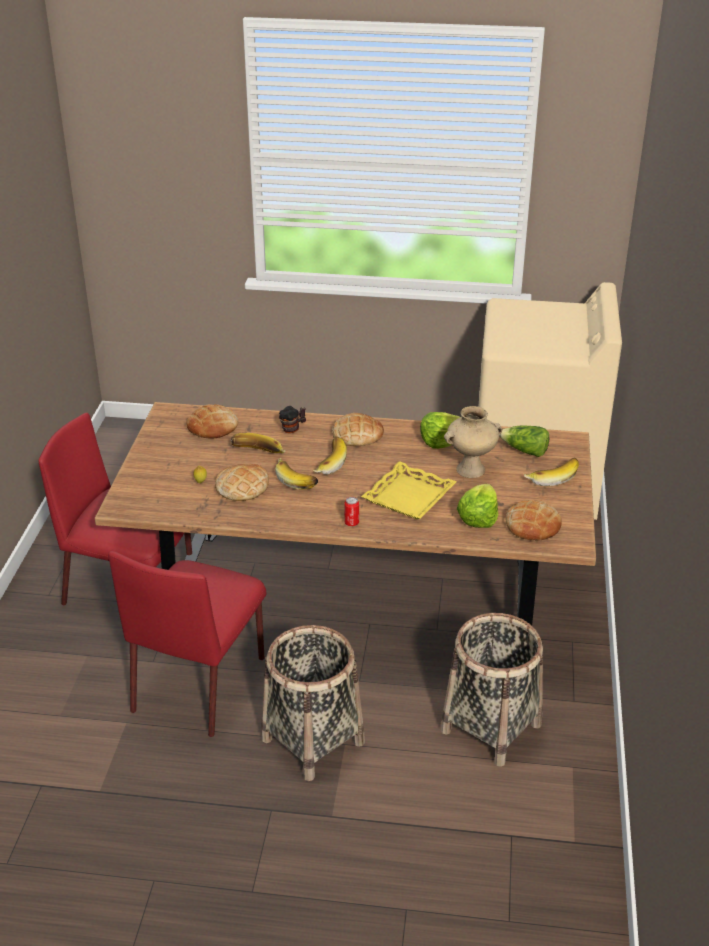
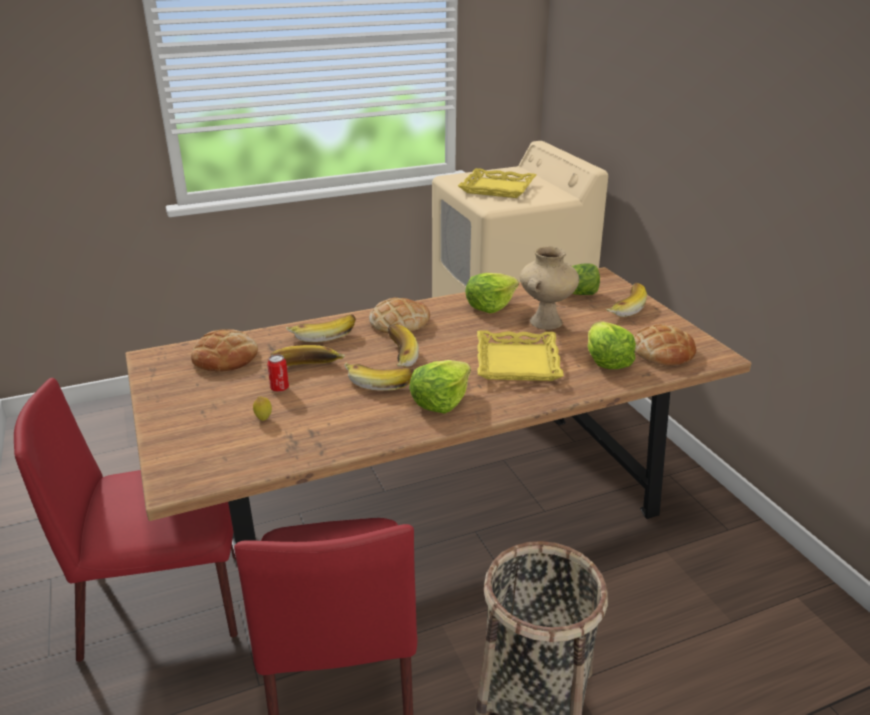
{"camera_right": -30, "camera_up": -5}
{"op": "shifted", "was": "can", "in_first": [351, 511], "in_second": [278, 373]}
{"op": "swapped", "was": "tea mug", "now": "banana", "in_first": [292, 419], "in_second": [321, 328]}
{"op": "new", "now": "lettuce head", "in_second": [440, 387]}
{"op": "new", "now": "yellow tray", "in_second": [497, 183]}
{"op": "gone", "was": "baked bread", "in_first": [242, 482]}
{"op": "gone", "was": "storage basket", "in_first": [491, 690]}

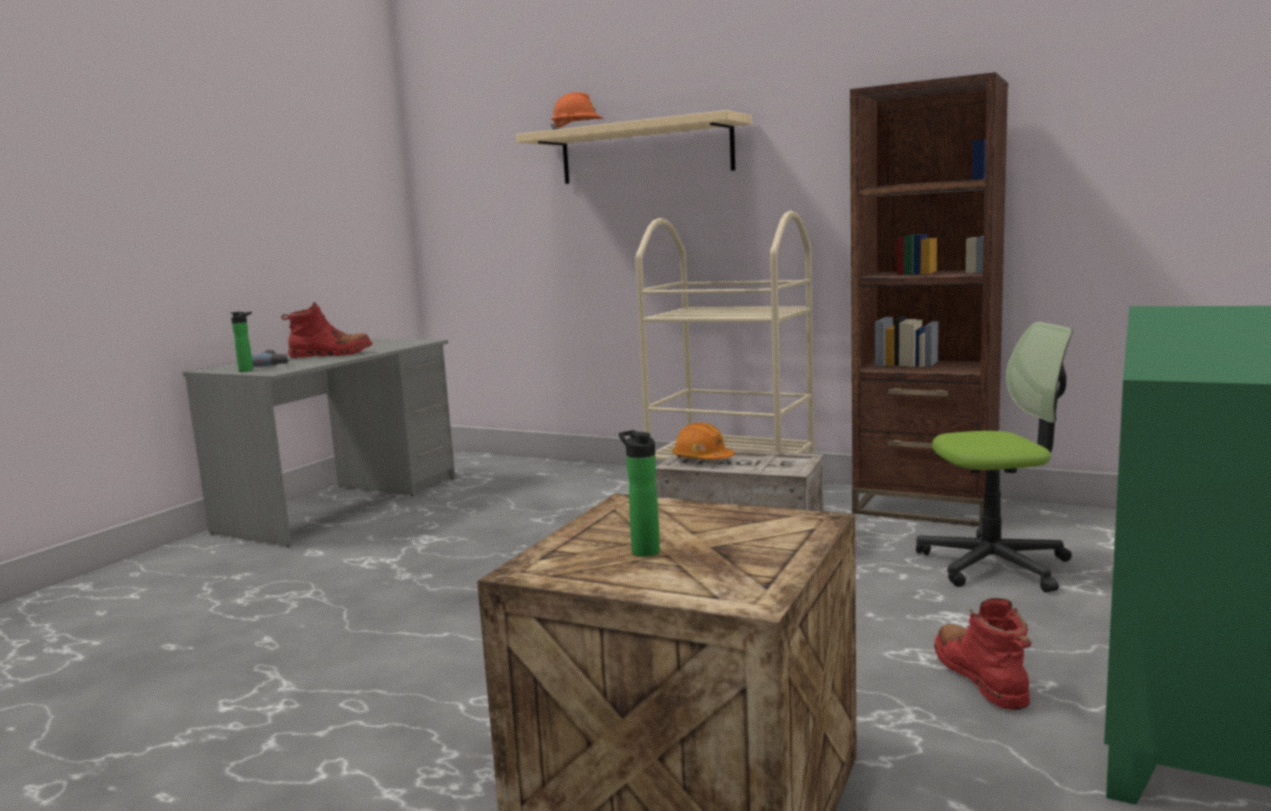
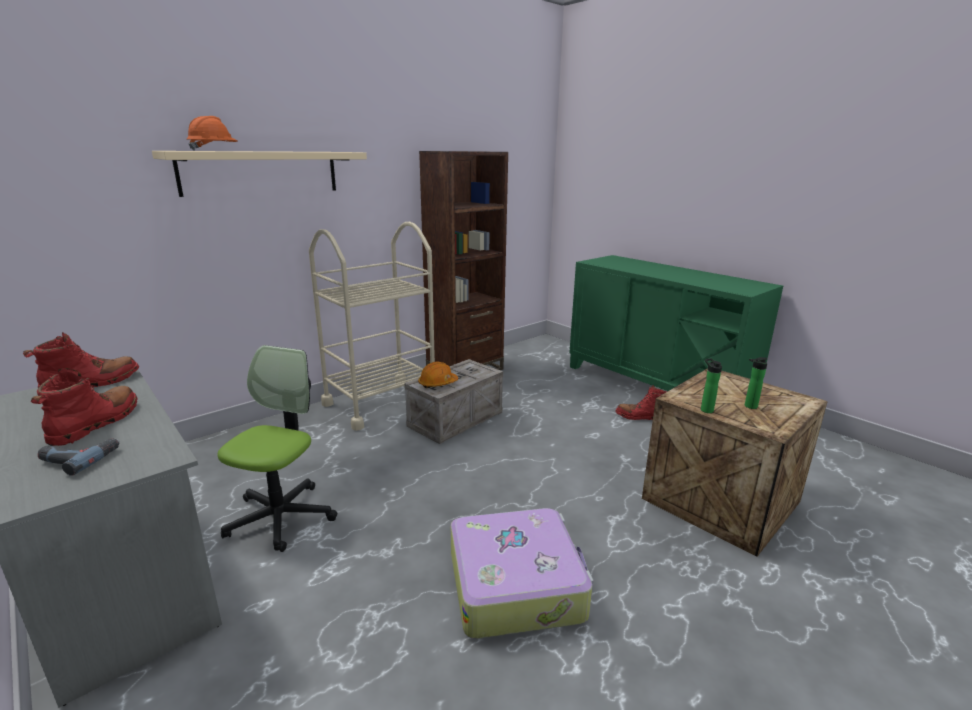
{"camera_right": -70, "camera_up": 10}
{"op": "new", "now": "reddish high-top boot", "in_second": [81, 360]}
{"op": "shifted", "was": "computer chair", "in_first": [994, 457], "in_second": [277, 448]}
{"op": "new", "now": "piece of luggage", "in_second": [522, 573]}
{"op": "shifted", "was": "bottle", "in_first": [242, 342], "in_second": [711, 385]}

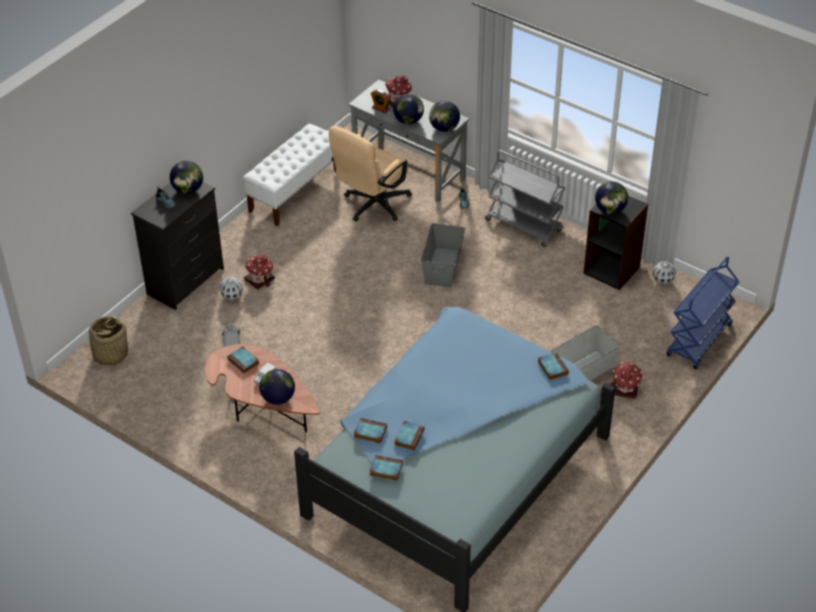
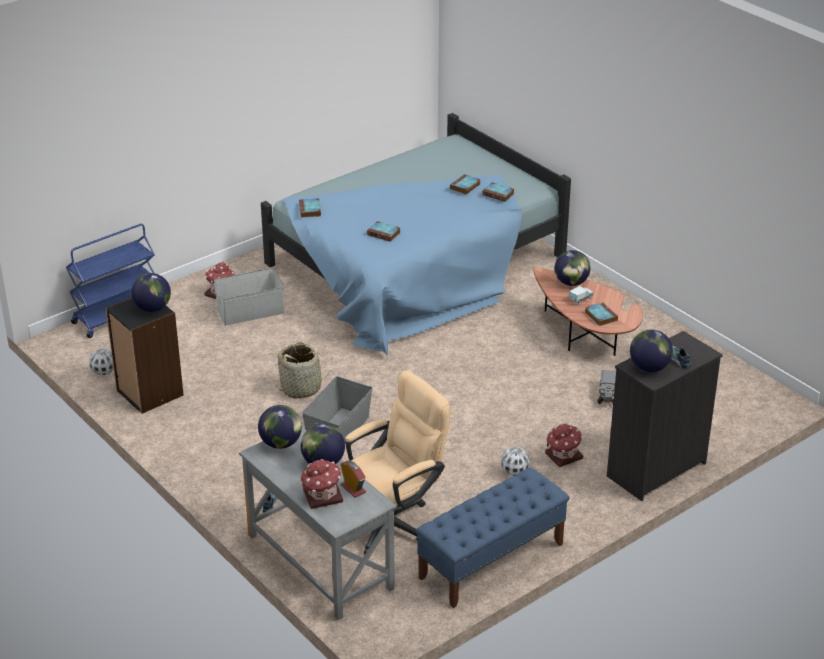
{"camera_right": -165, "camera_up": -10}
{"op": "shifted", "was": "storage basket", "in_first": [105, 340], "in_second": [303, 370]}
{"op": "shifted", "was": "bound book", "in_first": [386, 468], "in_second": [383, 231]}
{"op": "repainted", "was": "whitish indoor bench", "now": "bluish indoor bench", "in_first": [289, 175], "in_second": [492, 537]}
{"op": "shifted", "was": "football", "in_first": [231, 288], "in_second": [515, 461]}
{"op": "gone", "was": "grey wheeled cart", "in_first": [525, 198]}

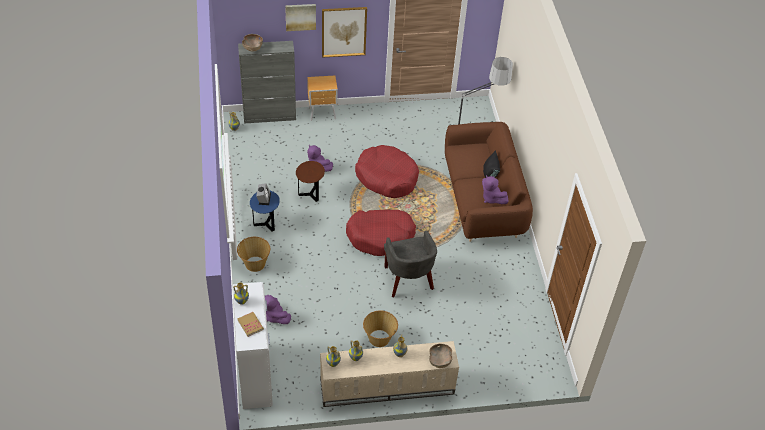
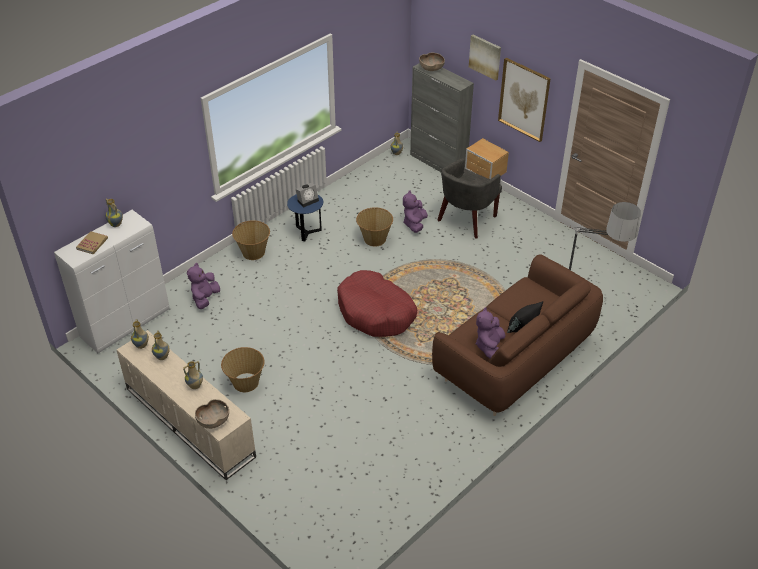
{"camera_right": 55, "camera_up": -5}
{"op": "swapped", "was": "brown-coloured accent table", "now": "storage basket", "in_first": [310, 181], "in_second": [374, 226]}
{"op": "shifted", "was": "grey lounge chair", "in_first": [410, 264], "in_second": [469, 198]}
{"op": "gone", "was": "reddish pet bed", "in_first": [387, 171]}

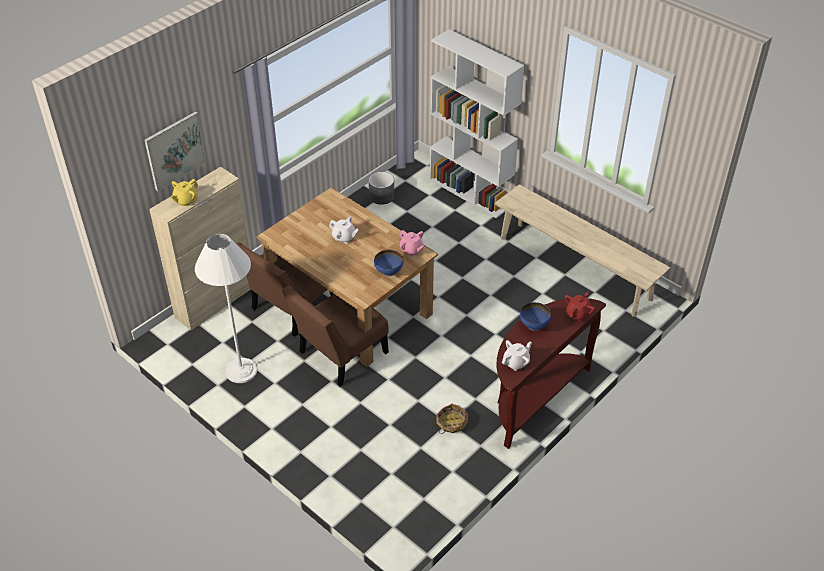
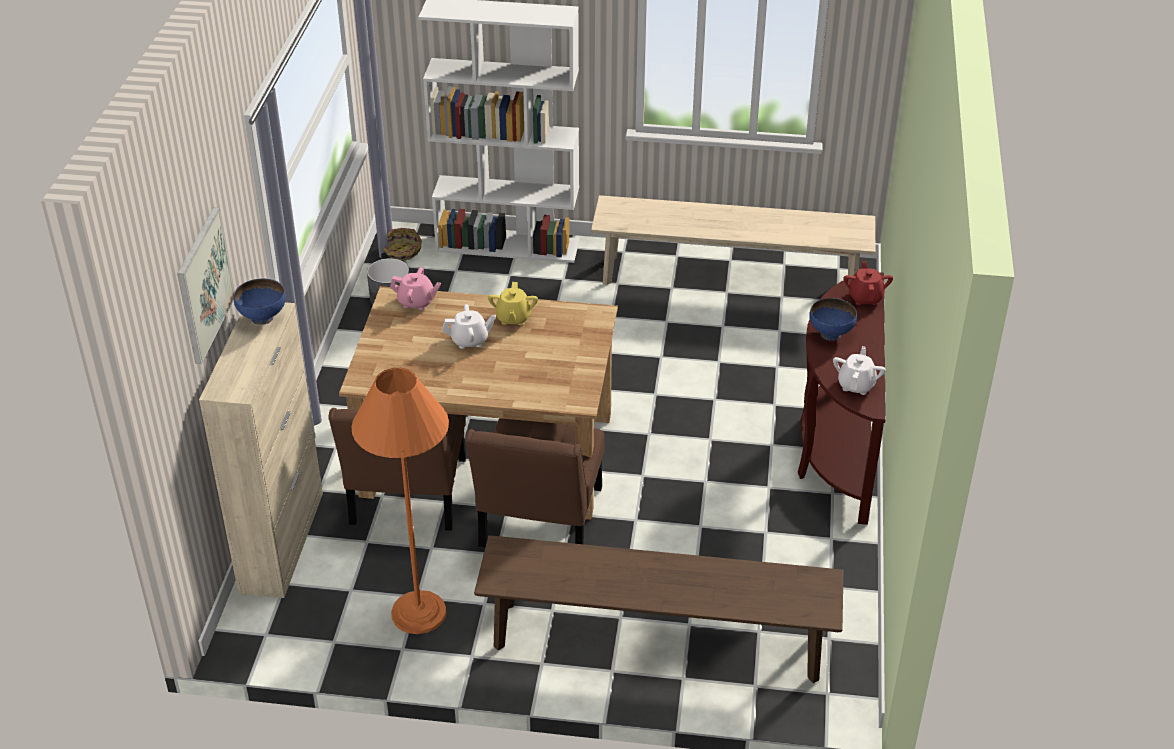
{"camera_right": -35, "camera_up": -5}
{"op": "shifted", "was": "bluish deep dish", "in_first": [388, 263], "in_second": [259, 302]}
{"op": "repainted", "was": "whitish standard lamp", "now": "orange standard lamp", "in_first": [226, 308], "in_second": [400, 501]}
{"op": "shifted", "was": "storage basket", "in_first": [452, 419], "in_second": [402, 244]}
{"op": "shifted", "was": "pinkish teapot", "in_first": [412, 243], "in_second": [415, 288]}
{"op": "new", "now": "brown-coloured indoor bench", "in_second": [659, 609]}
{"op": "shifted", "was": "yellow teapot", "in_first": [184, 193], "in_second": [513, 303]}

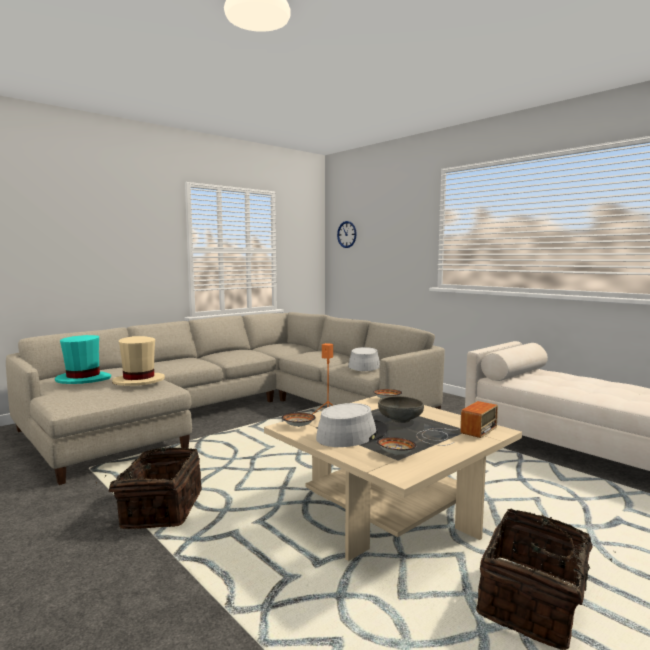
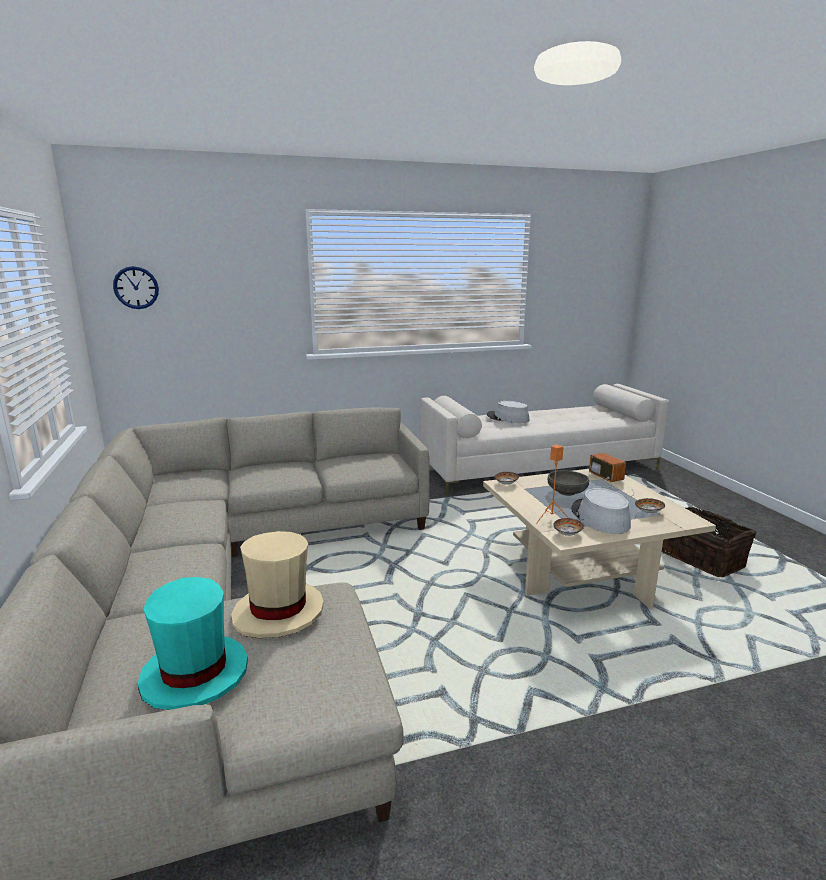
{"camera_right": -65, "camera_up": 10}
{"op": "shifted", "was": "grey hat", "in_first": [364, 359], "in_second": [508, 412]}
{"op": "gone", "was": "storage basket", "in_first": [149, 488]}

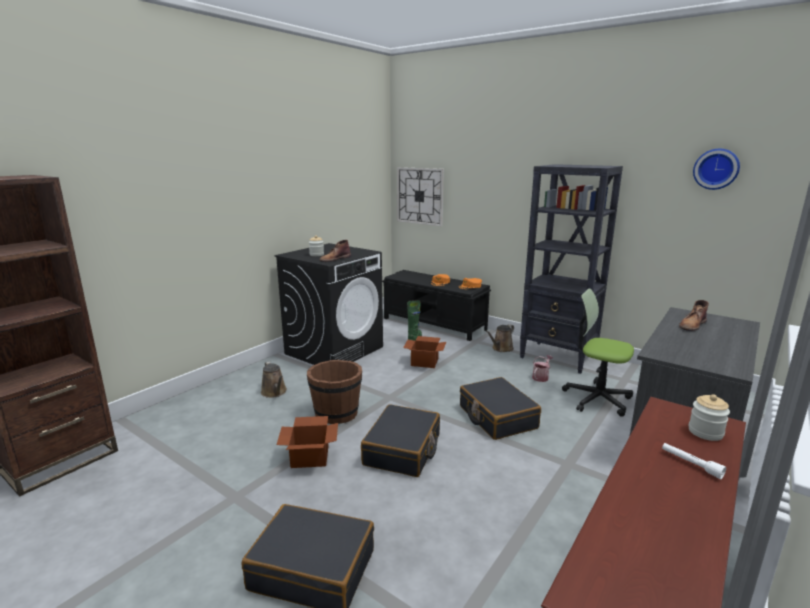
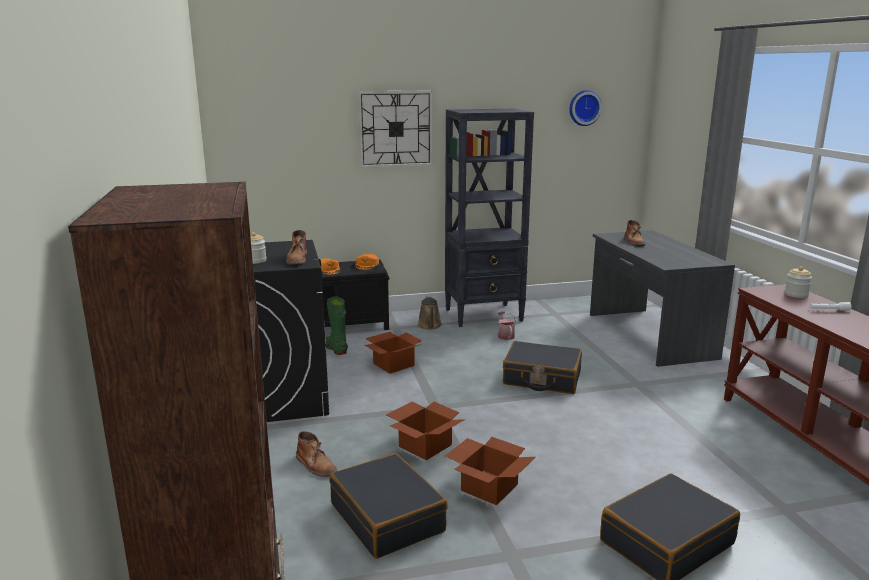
{"camera_right": -50, "camera_up": 0}
{"op": "swapped", "was": "brown-coloured watering can", "now": "brown-coloured high-top boot", "in_first": [274, 379], "in_second": [316, 454]}
{"op": "shifted", "was": "black-coloured piece of luggage", "in_first": [400, 440], "in_second": [388, 506]}
{"op": "shifted", "was": "wall clock", "in_first": [420, 196], "in_second": [395, 129]}
{"op": "swapped", "was": "brown-coloured bucket", "now": "carton", "in_first": [334, 392], "in_second": [425, 431]}
{"op": "gone", "was": "computer chair", "in_first": [598, 352]}

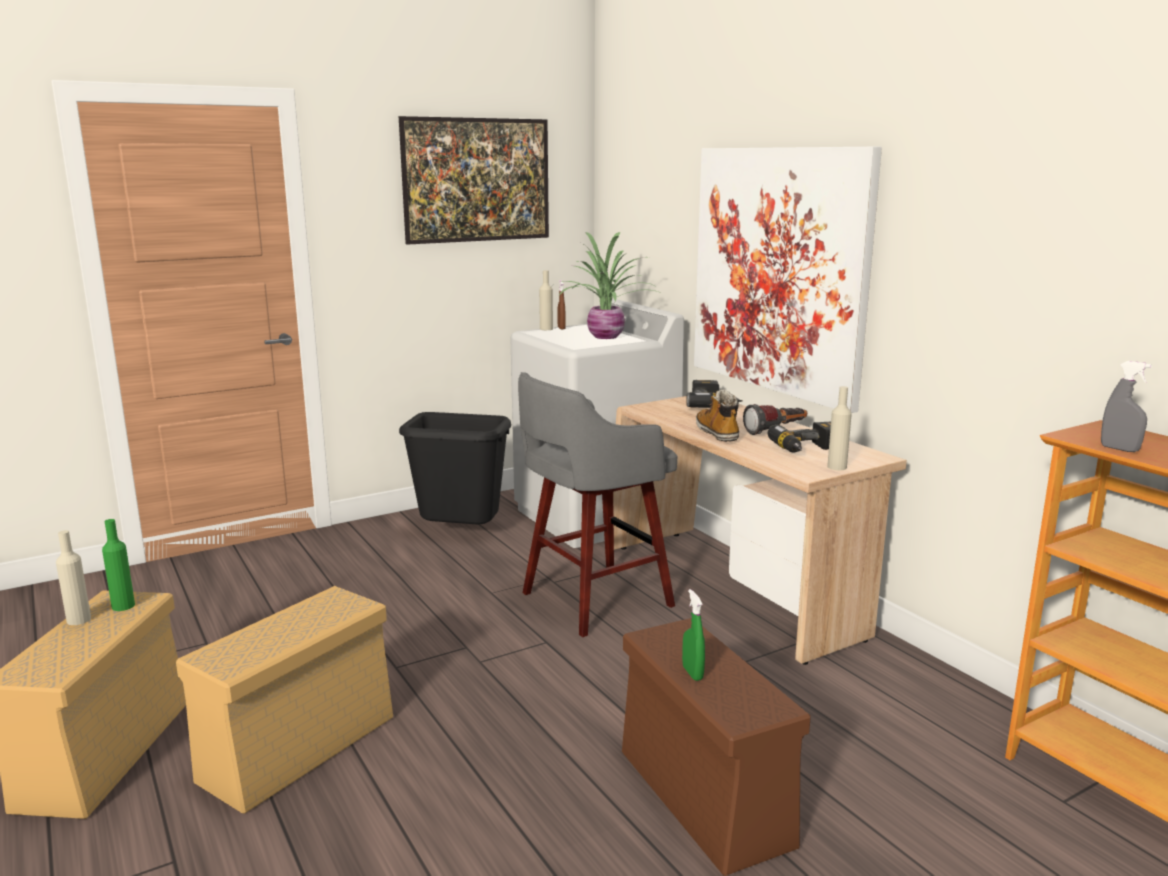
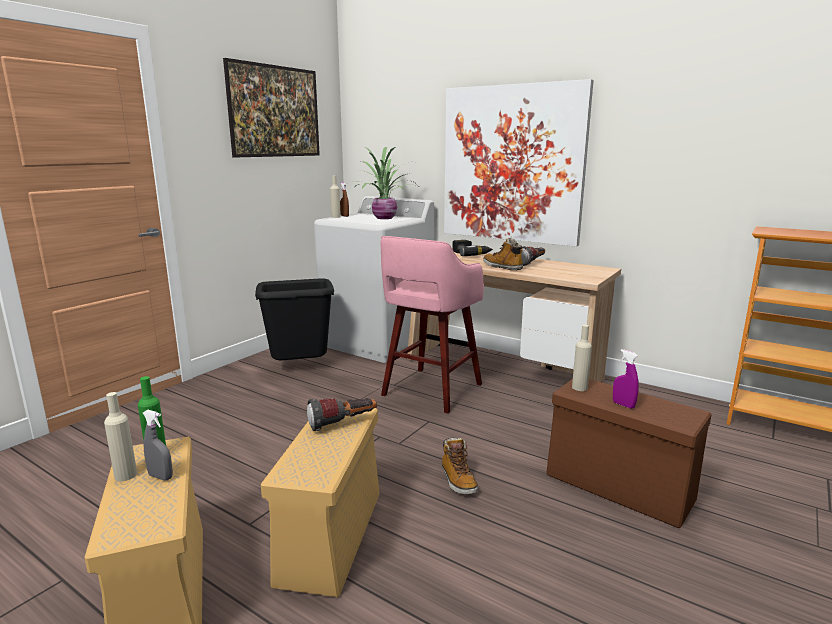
{"camera_right": -25, "camera_up": 0}
{"op": "shifted", "was": "grey spray bottle", "in_first": [1126, 406], "in_second": [158, 445]}
{"op": "new", "now": "flashlight", "in_second": [342, 414]}
{"op": "repainted", "was": "grey sitting stool", "now": "pinkish sitting stool", "in_first": [597, 504], "in_second": [432, 325]}
{"op": "new", "now": "high-top boot", "in_second": [460, 465]}
{"op": "shifted", "was": "sand-coloured bottle", "in_first": [839, 428], "in_second": [582, 358]}
{"op": "repainted", "was": "green spray bottle", "now": "purple-coloured spray bottle", "in_first": [693, 635], "in_second": [626, 379]}
{"op": "gone", "was": "power drill", "in_first": [799, 437]}

